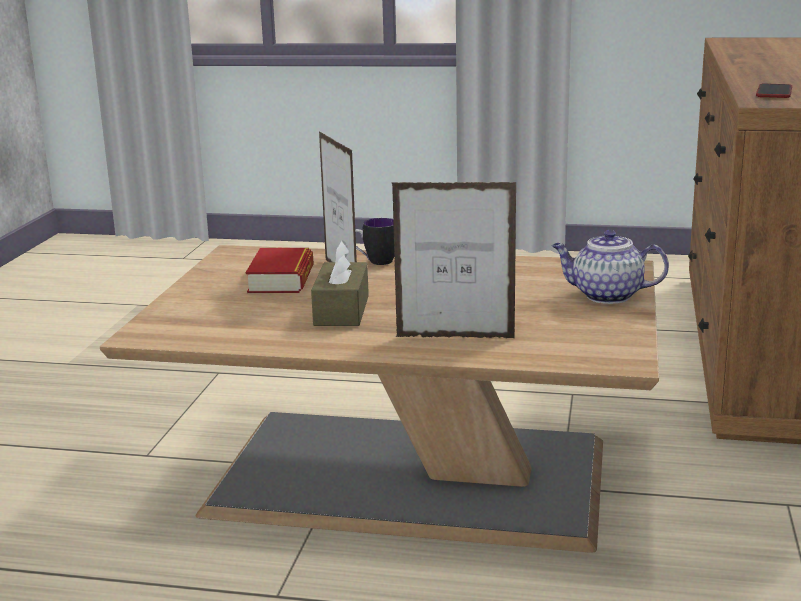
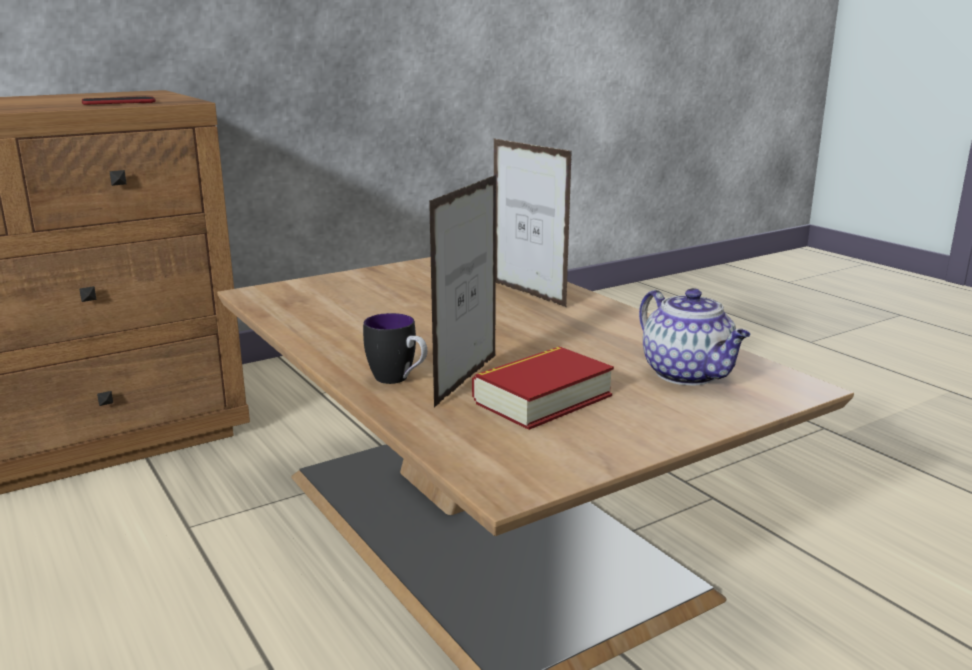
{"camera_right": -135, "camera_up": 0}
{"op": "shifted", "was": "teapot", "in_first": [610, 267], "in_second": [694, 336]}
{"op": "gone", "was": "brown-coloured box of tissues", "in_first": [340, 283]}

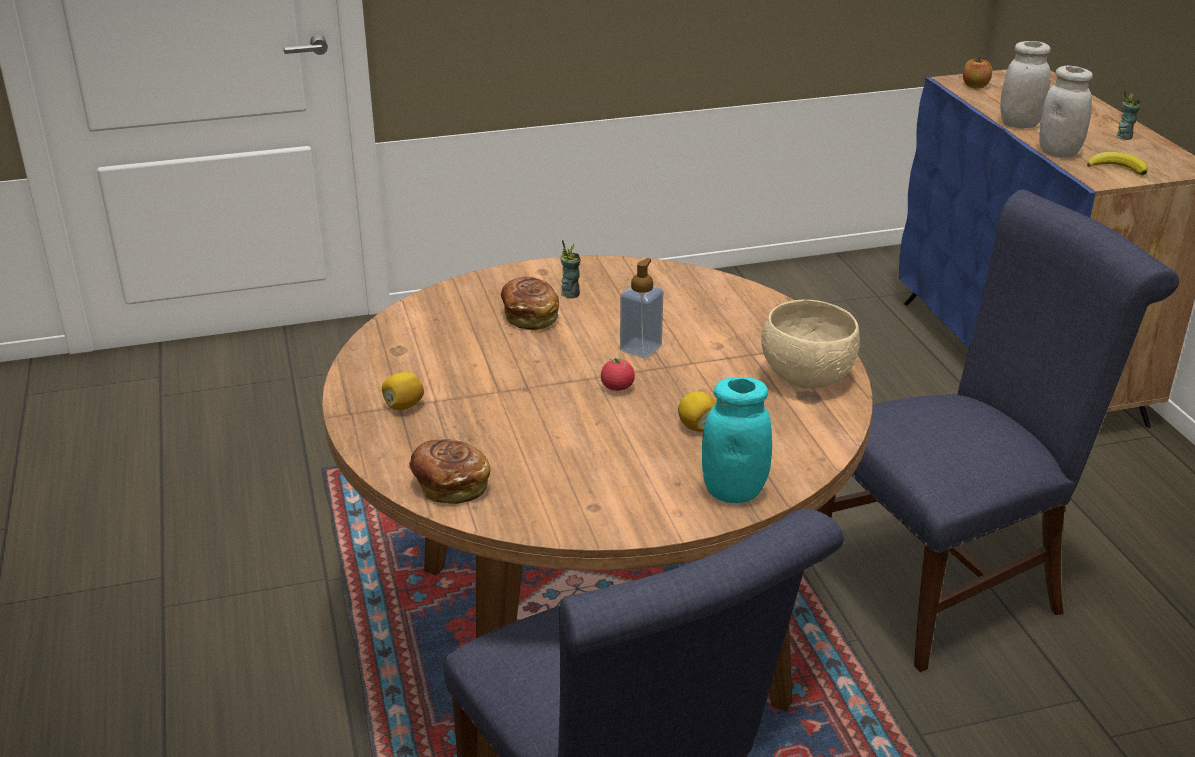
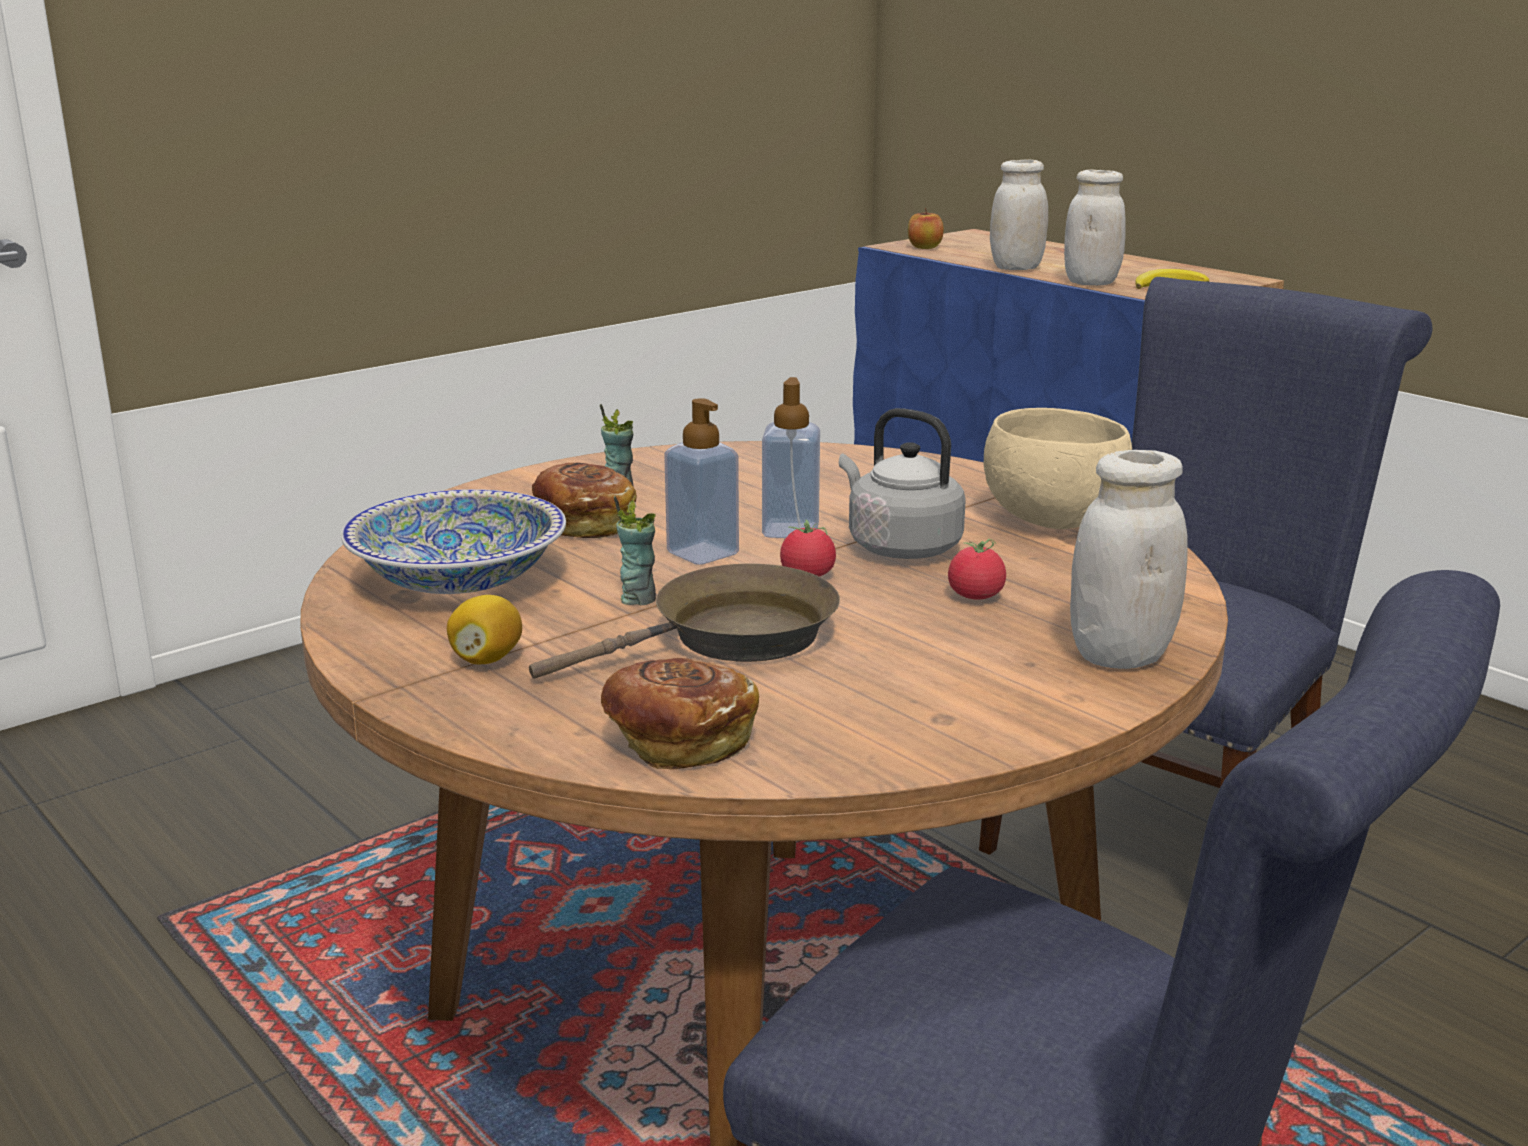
{"camera_right": -25, "camera_up": -10}
{"op": "new", "now": "deep dish", "in_second": [453, 541]}
{"op": "new", "now": "brown-coloured skillet", "in_second": [684, 621]}
{"op": "shifted", "was": "drinking cup", "in_first": [1128, 115], "in_second": [635, 550]}
{"op": "new", "now": "soap bottle", "in_second": [701, 481]}
{"op": "new", "now": "grey water kettle", "in_second": [902, 483]}
{"op": "swapped", "was": "citrus fruit", "now": "fresh tomato", "in_first": [697, 411], "in_second": [977, 569]}
{"op": "repainted", "was": "turquoise-coloured preserve jar", "now": "whitish preserve jar", "in_first": [737, 440], "in_second": [1129, 559]}

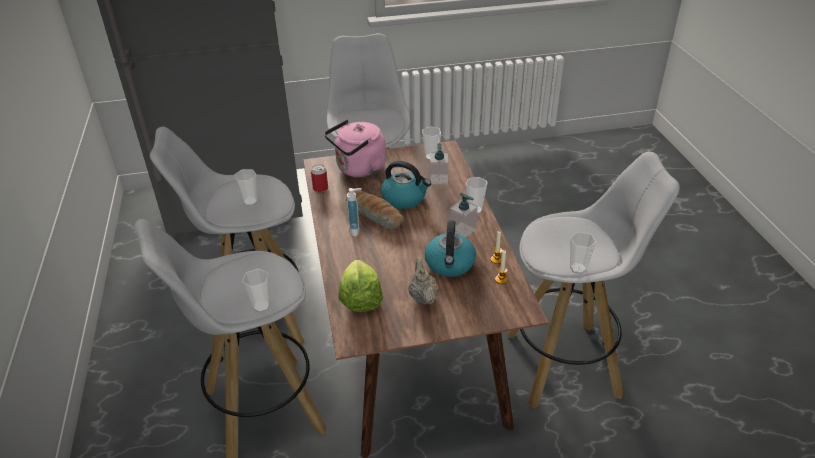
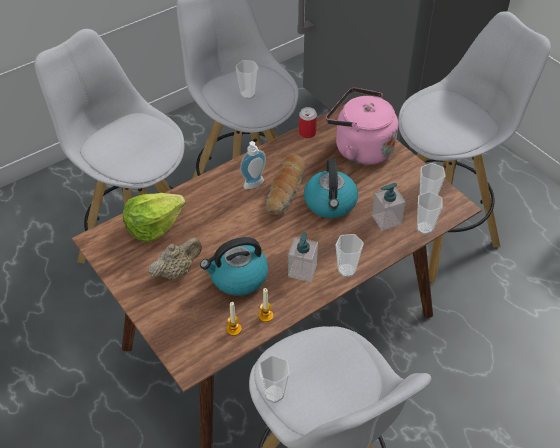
{"camera_right": 65, "camera_up": 10}
{"op": "shifted", "was": "drinking cup", "in_first": [256, 291], "in_second": [430, 213]}

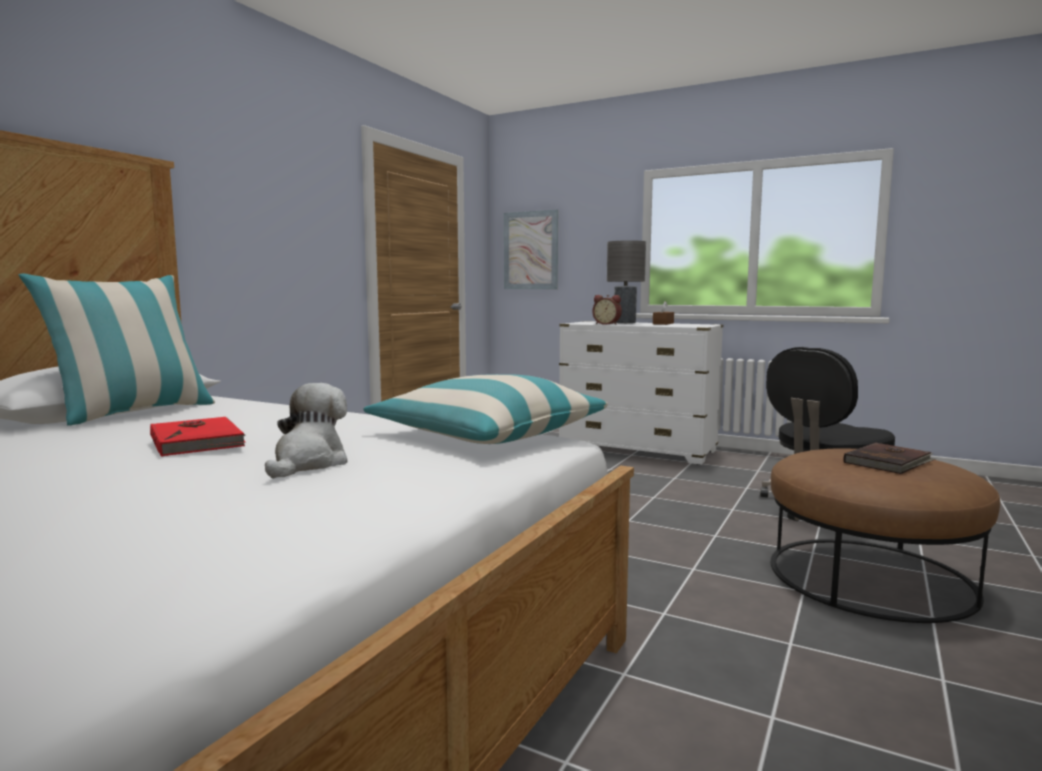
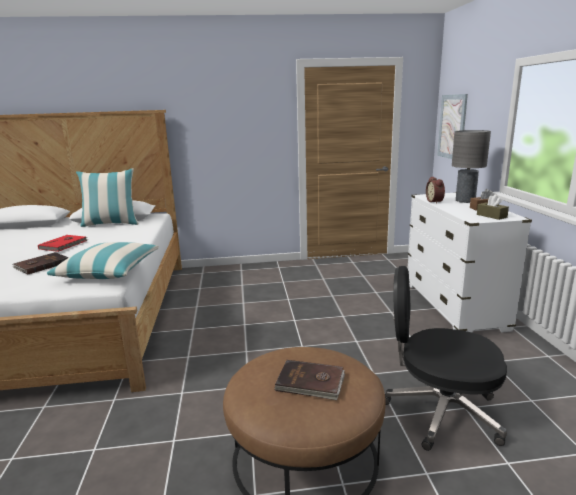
{"camera_right": 55, "camera_up": 10}
{"op": "swapped", "was": "plush toy", "now": "brown-coloured bound book", "in_first": [306, 431], "in_second": [40, 263]}
{"op": "new", "now": "brown-coloured box of tissues", "in_second": [493, 207]}

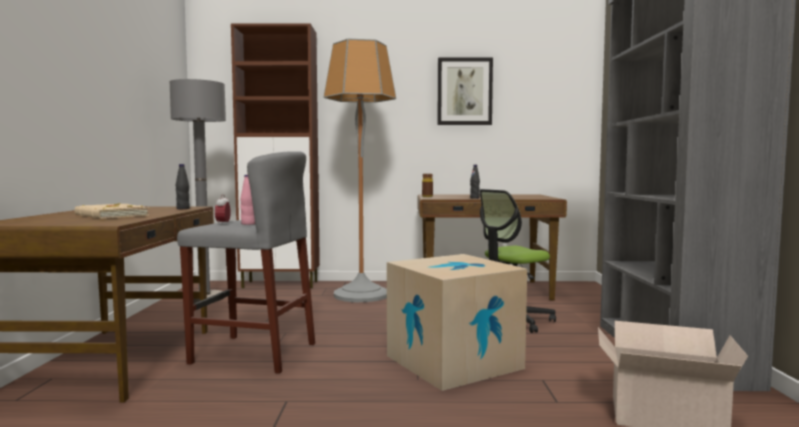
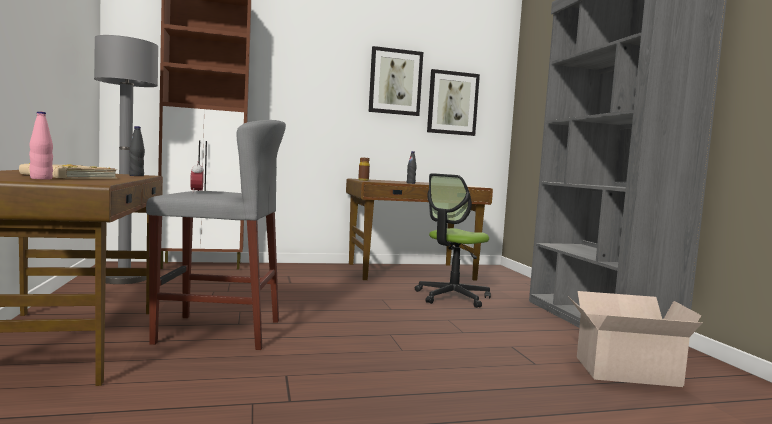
{"camera_right": -15, "camera_up": 0}
{"op": "shifted", "was": "pinkish bottle", "in_first": [247, 200], "in_second": [41, 145]}
{"op": "new", "now": "wall picture", "in_second": [453, 102]}
{"op": "gone", "was": "standard lamp", "in_first": [359, 170]}
{"op": "gone", "was": "carton", "in_first": [457, 322]}

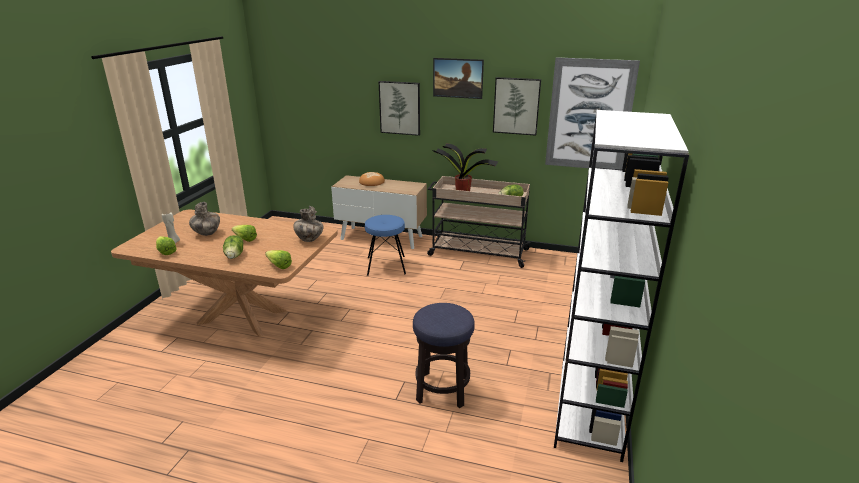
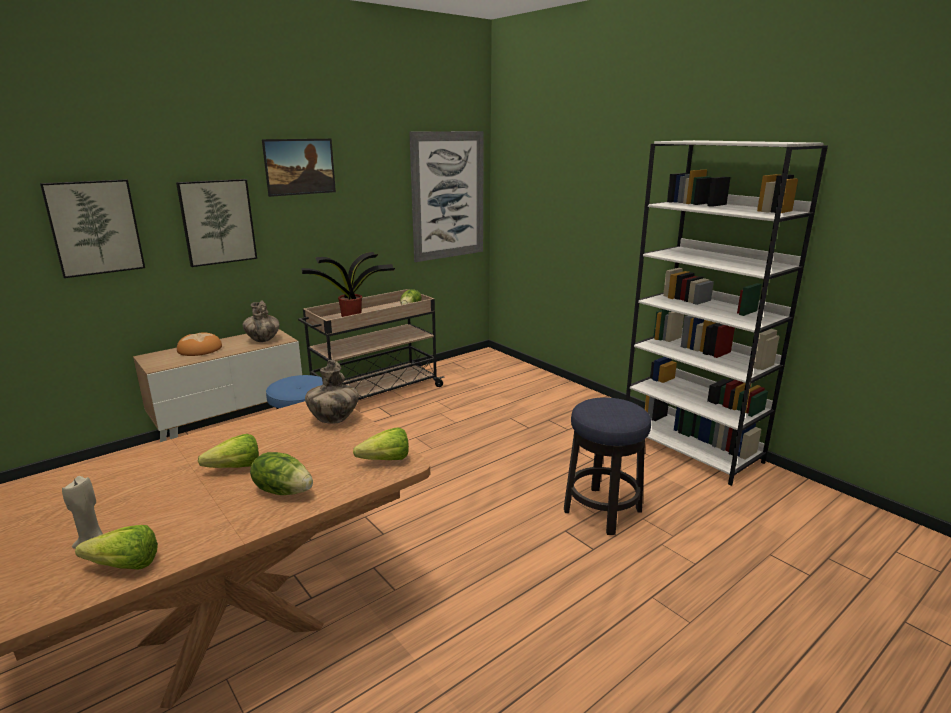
{"camera_right": -55, "camera_up": -5}
{"op": "shifted", "was": "wall picture", "in_first": [517, 106], "in_second": [92, 228]}
{"op": "shifted", "was": "decorative vase", "in_first": [204, 219], "in_second": [261, 321]}

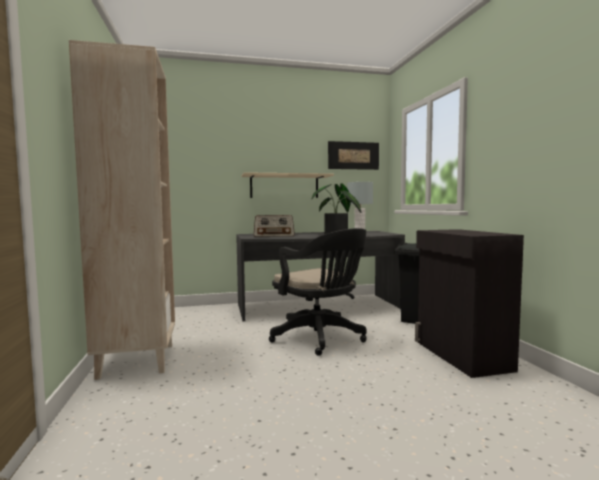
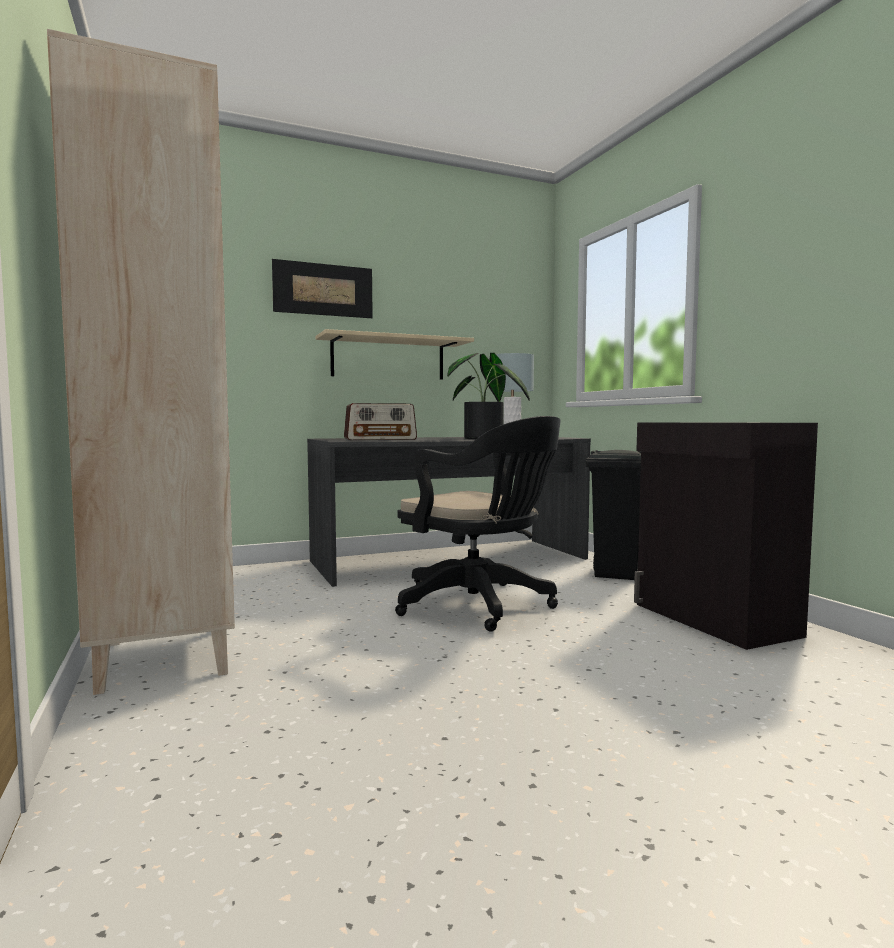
{"camera_right": -10, "camera_up": 0}
{"op": "shifted", "was": "wall picture", "in_first": [353, 155], "in_second": [322, 288]}

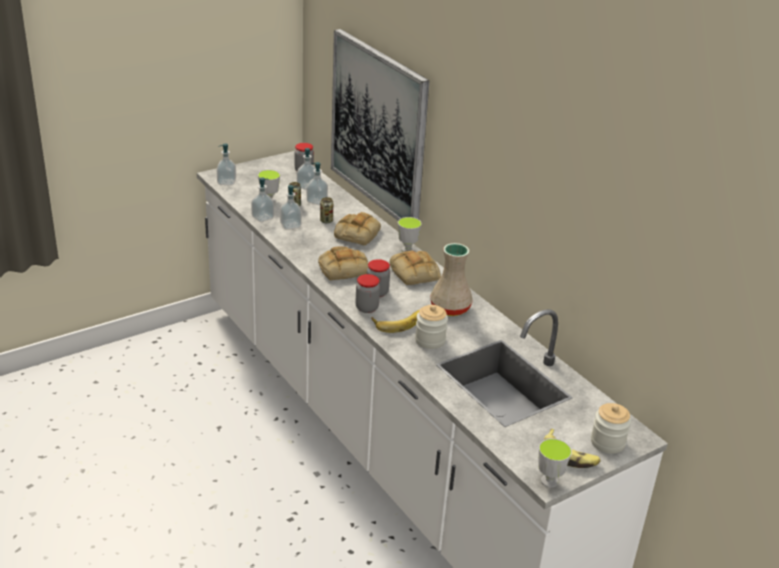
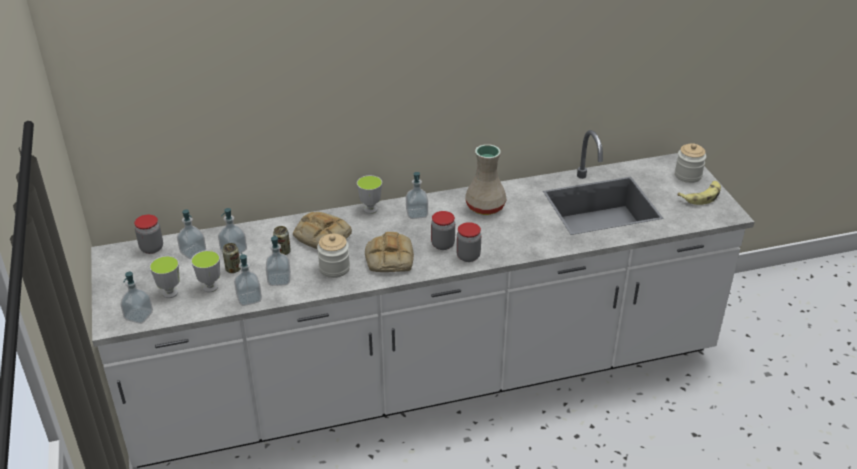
{"camera_right": -70, "camera_up": 5}
{"op": "shifted", "was": "drinking cup", "in_first": [555, 463], "in_second": [165, 277]}
{"op": "shifted", "was": "preserve jar", "in_first": [431, 327], "in_second": [333, 256]}
{"op": "swapped", "was": "baked bread", "now": "soap bottle", "in_first": [415, 267], "in_second": [417, 195]}
{"op": "gone", "was": "wall picture", "in_first": [380, 124]}
{"op": "gone", "was": "banana", "in_first": [395, 321]}

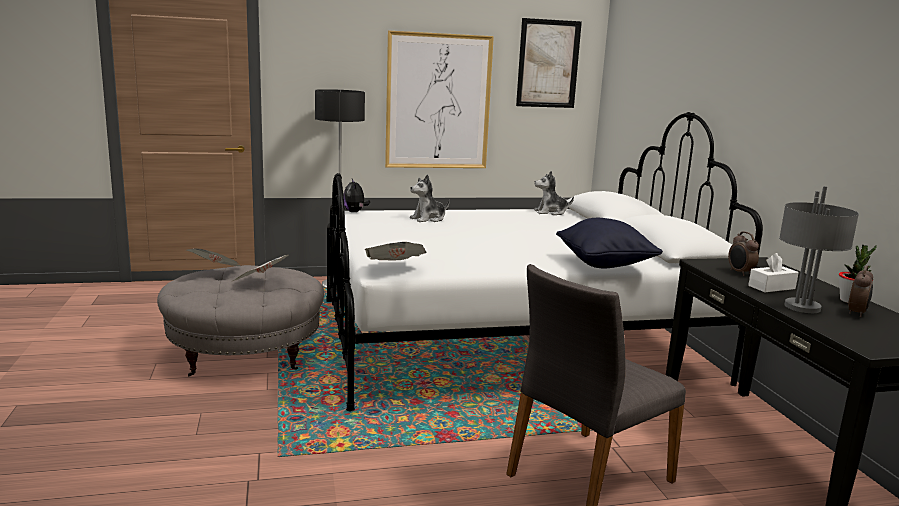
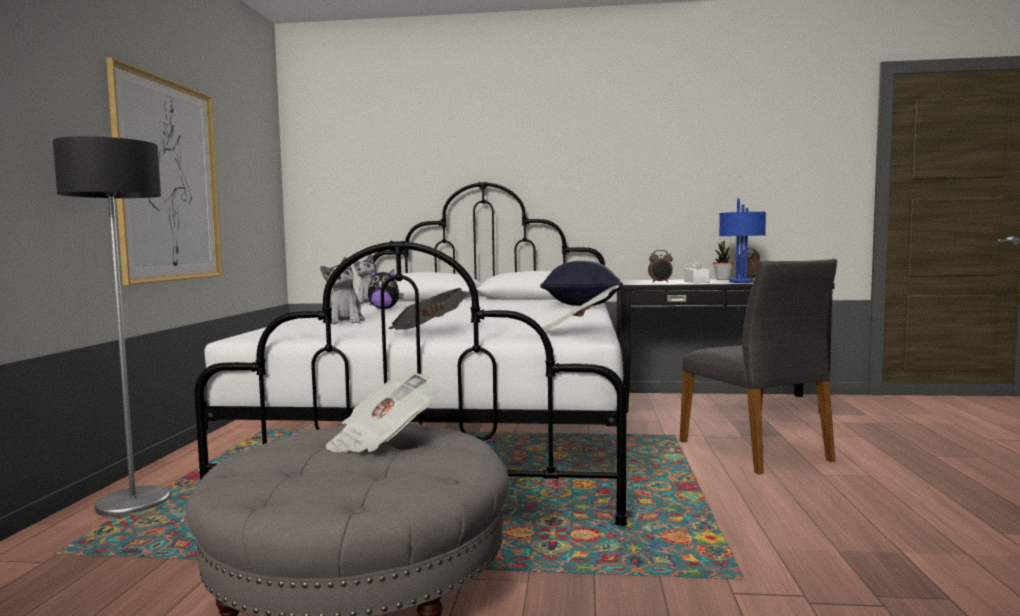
{"camera_right": -70, "camera_up": -10}
{"op": "shifted", "was": "plush toy", "in_first": [357, 195], "in_second": [386, 289]}
{"op": "shifted", "was": "newspaper", "in_first": [213, 257], "in_second": [428, 309]}
{"op": "repainted", "was": "grey lamp for a table", "now": "bluish lamp for a table", "in_first": [819, 249], "in_second": [742, 240]}
{"op": "gone", "was": "wall picture", "in_first": [549, 63]}

